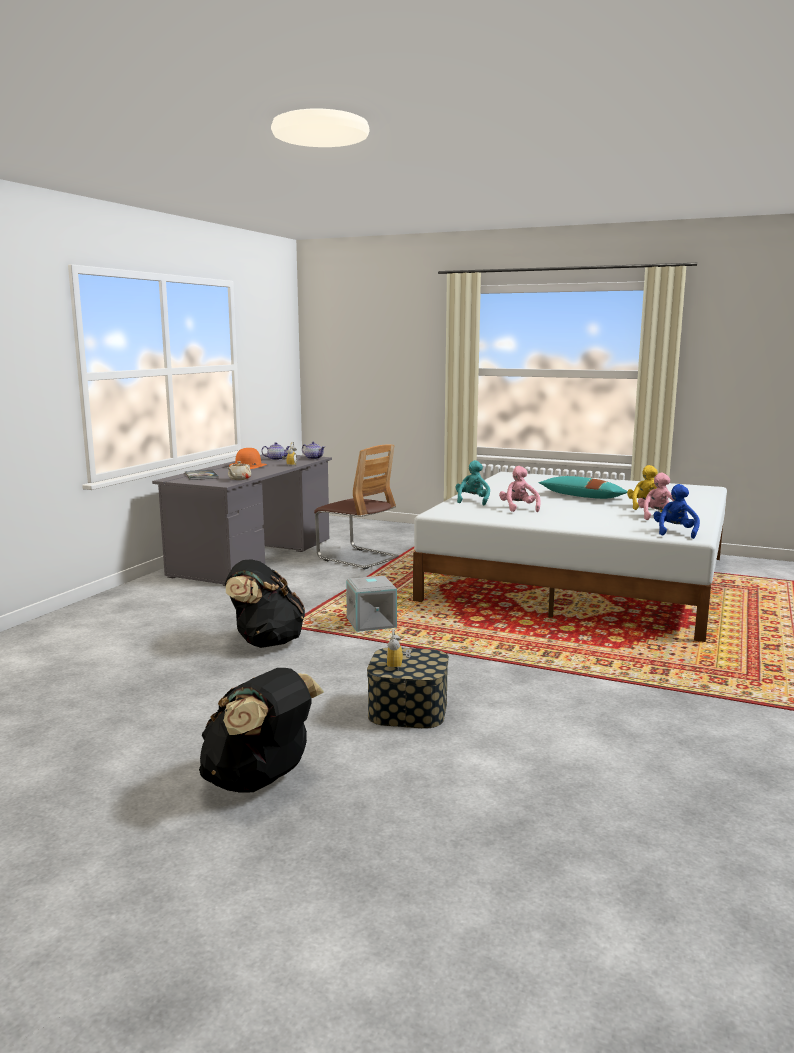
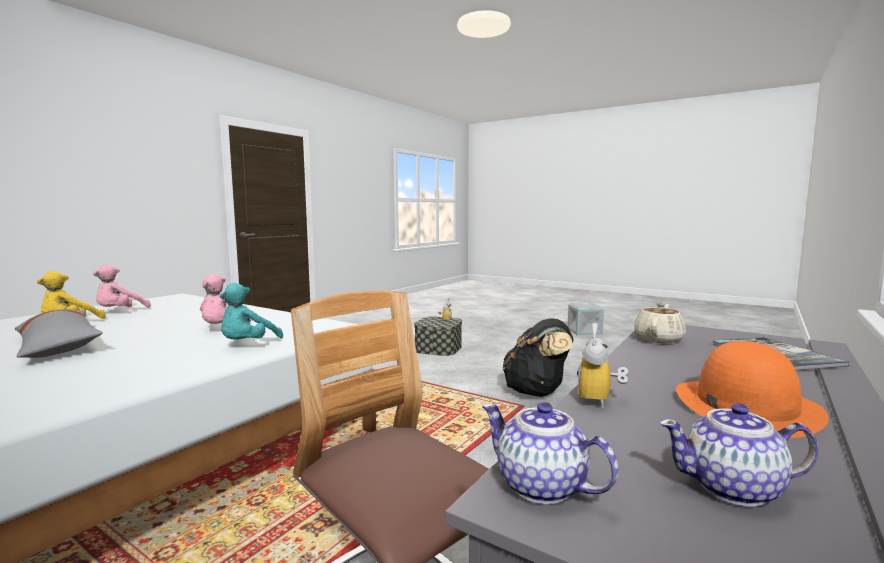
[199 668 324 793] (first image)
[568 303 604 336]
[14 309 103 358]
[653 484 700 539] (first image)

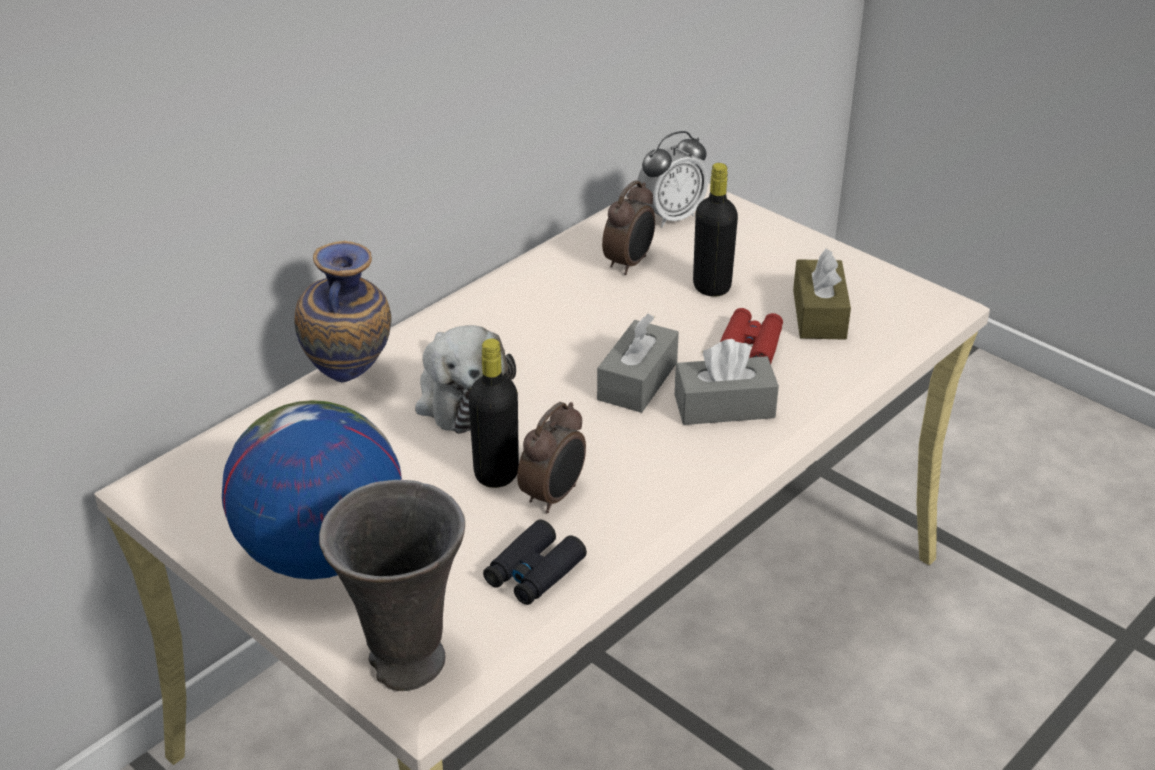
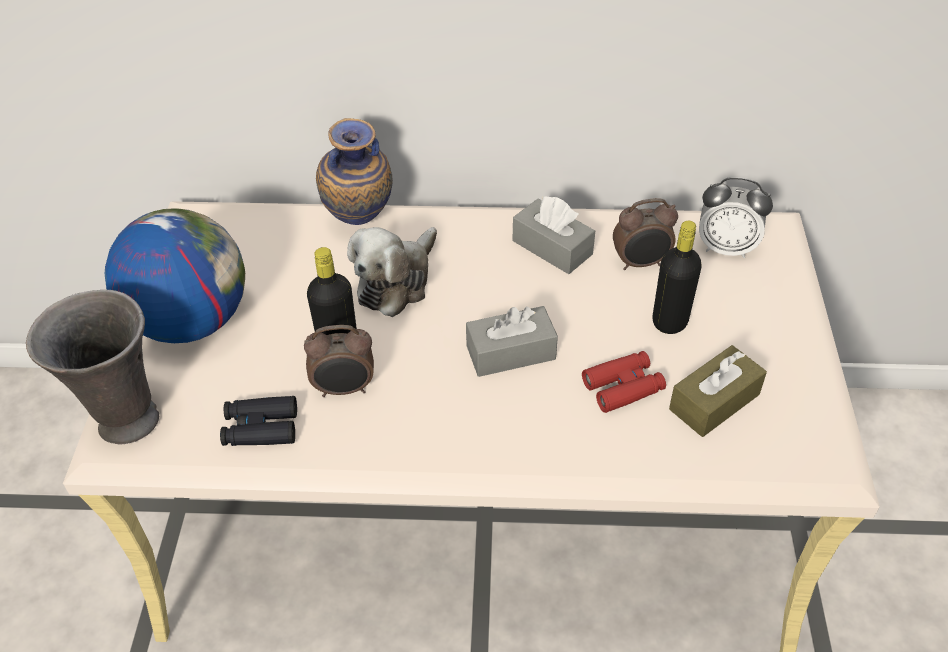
[513 196 595 274]

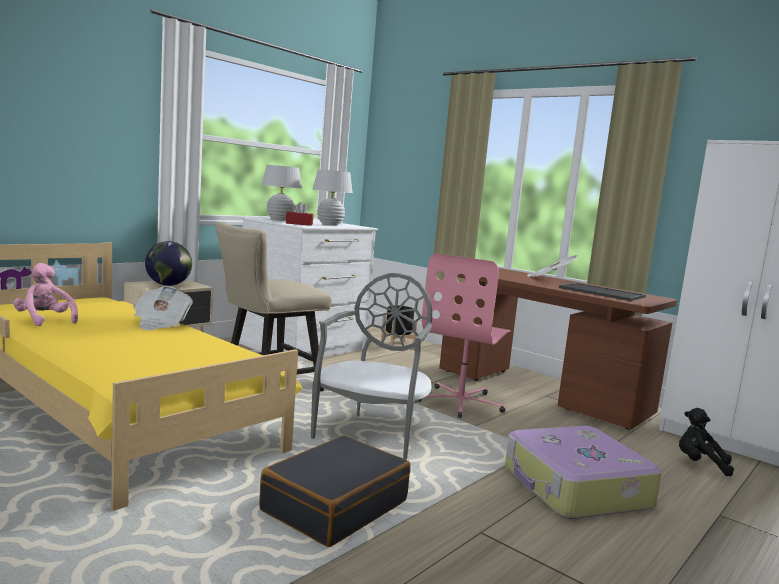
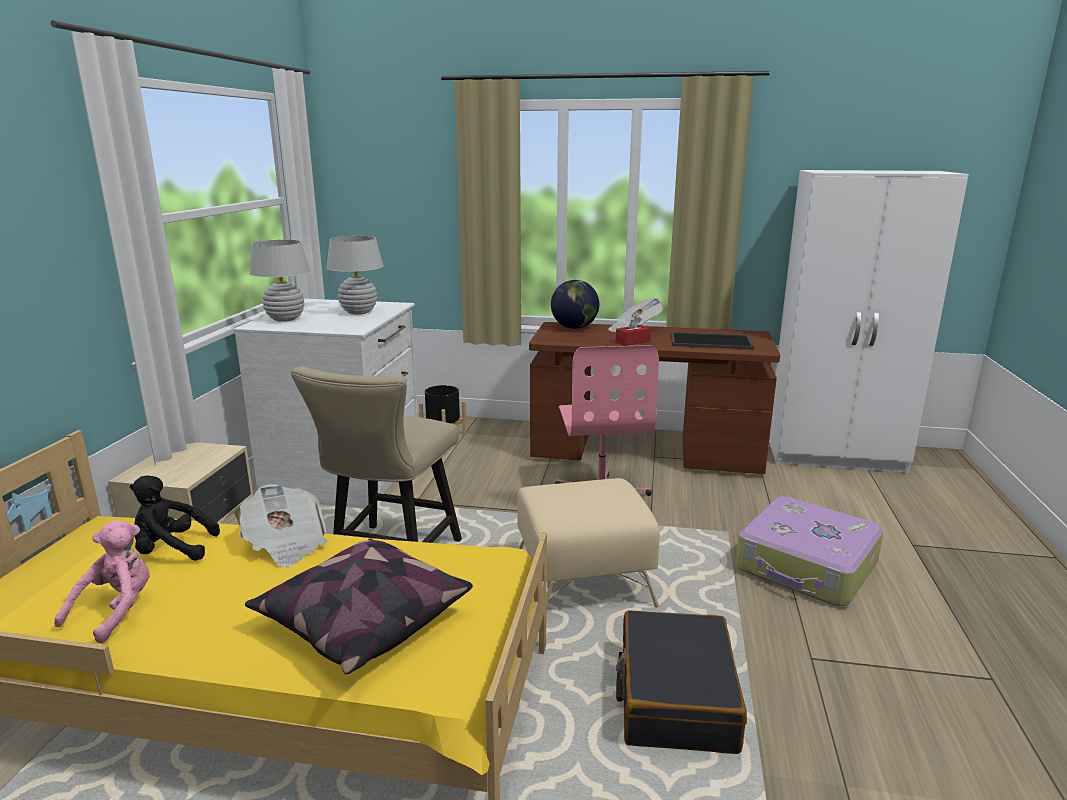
[54 520 150 644]
[551 280 599 329]
[616 315 651 346]
[517 478 660 608]
[130 475 220 561]
[245 538 473 674]

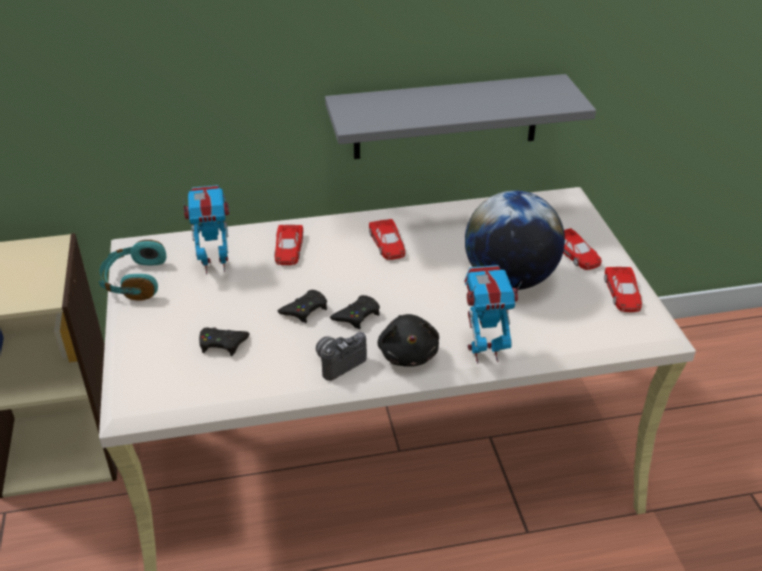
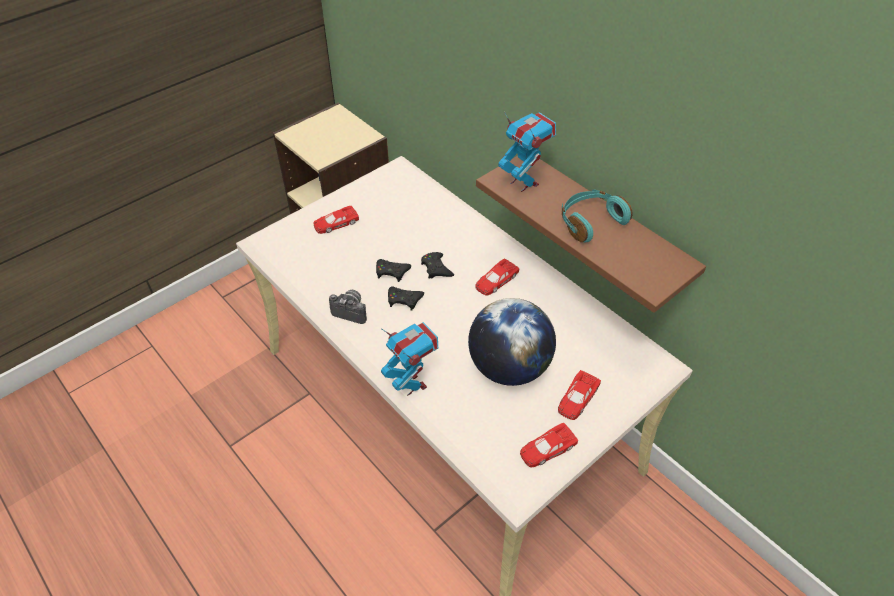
[562 189 632 242]
[498 112 556 192]
[421 252 454 278]
[314 206 359 234]
[476 156 706 313]
[377 314 439 367] (first image)

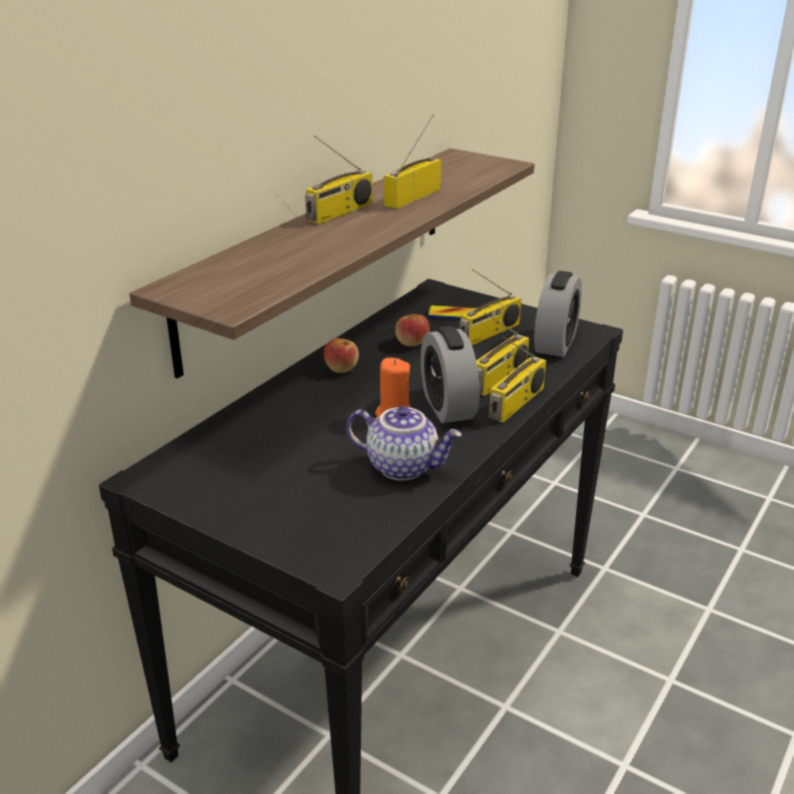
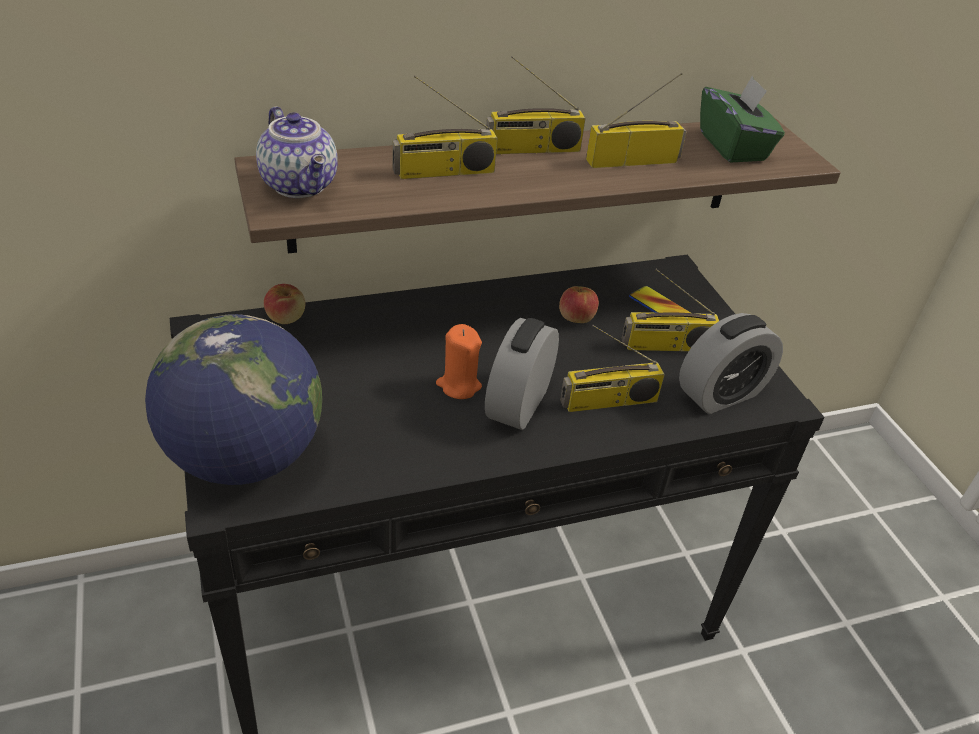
[264 284 305 324]
[256 106 338 198]
[392 76 497 179]
[145 314 322 485]
[700 76 785 163]

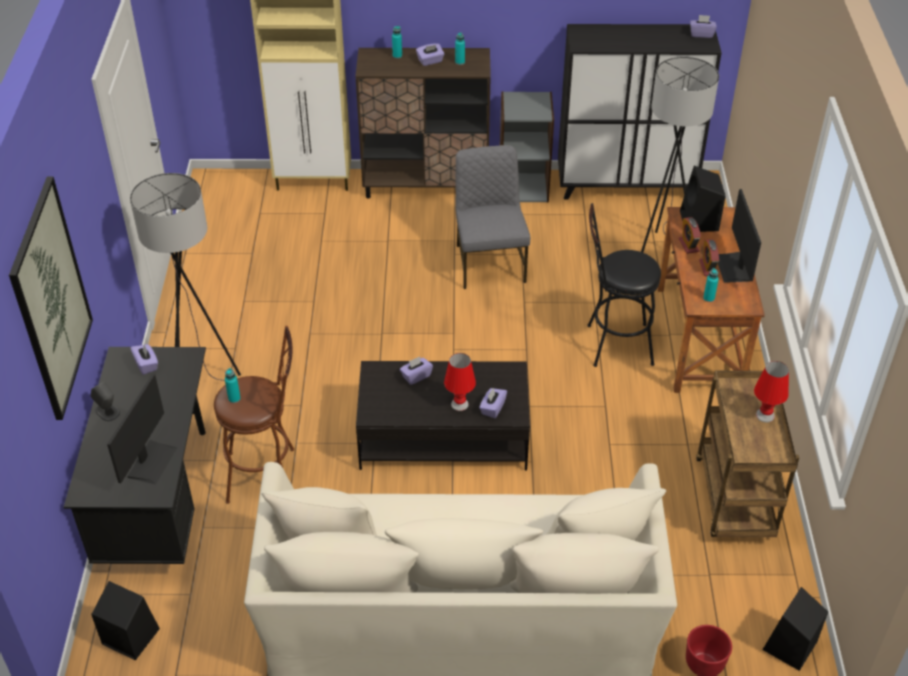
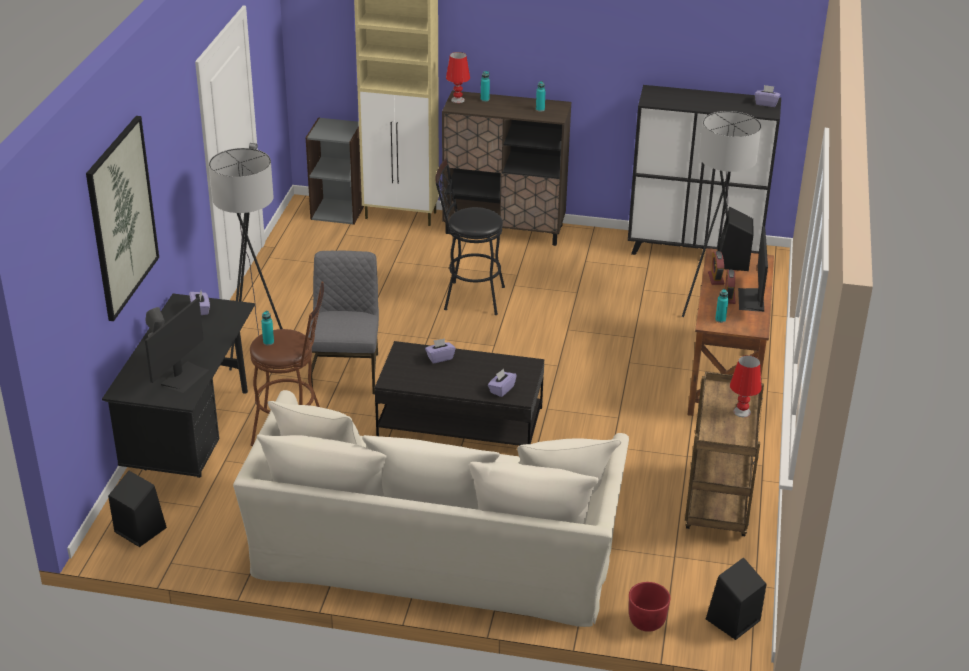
[416 43 444 66] (first image)
[446 52 470 103]
[308 251 379 394]
[306 117 364 225]
[435 158 505 315]

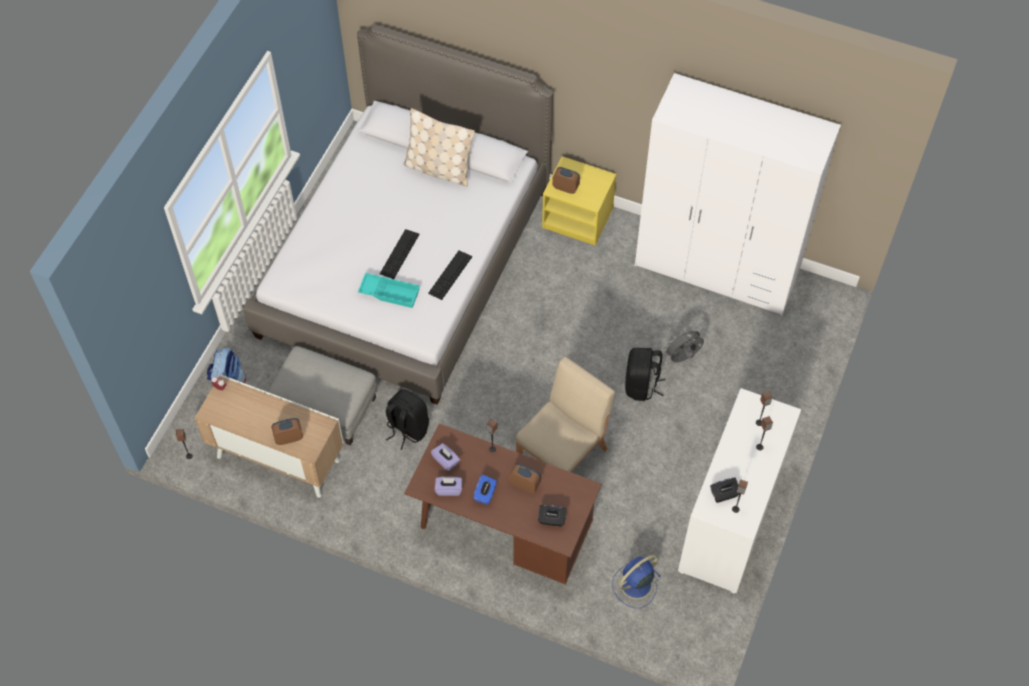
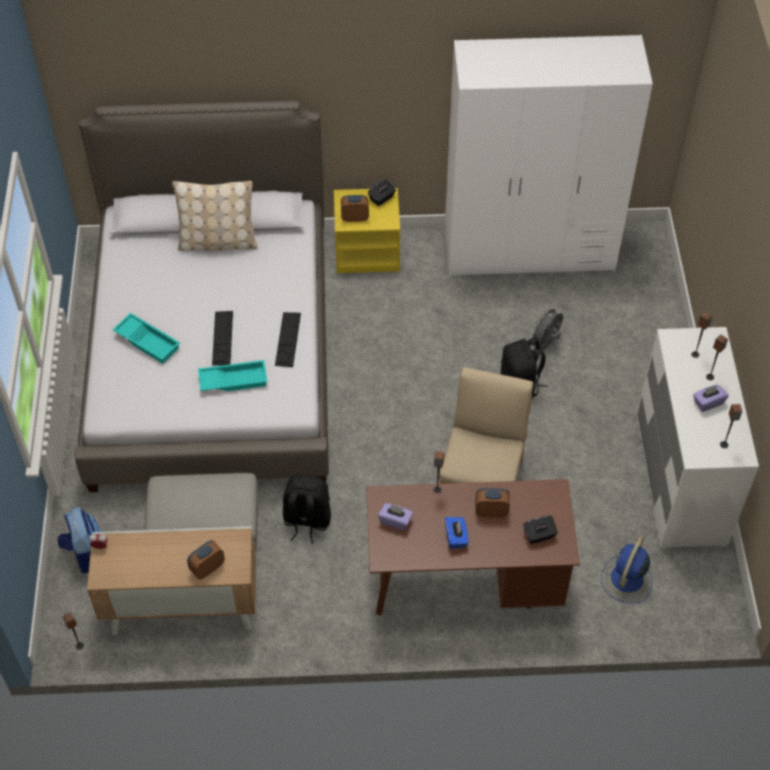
[693 385 728 412]
[368 179 396 206]
[113 313 180 364]

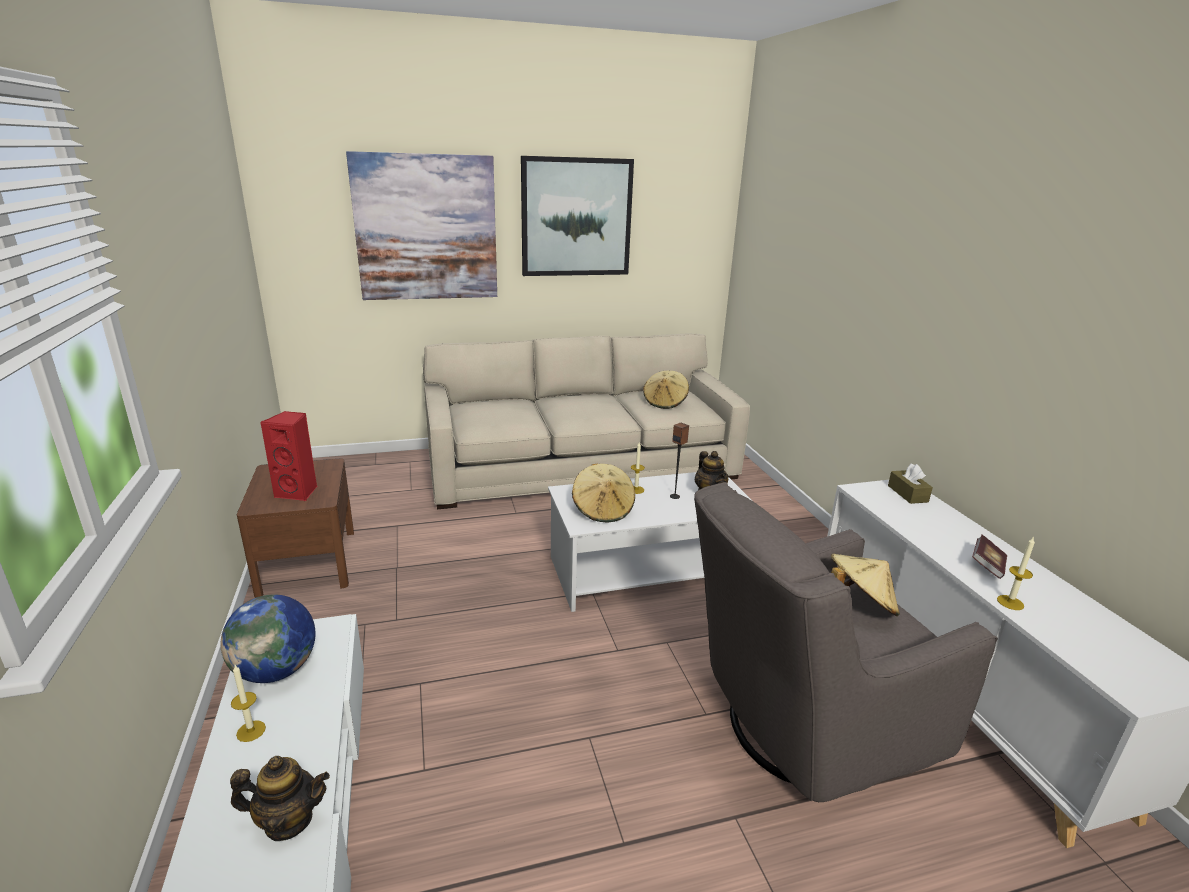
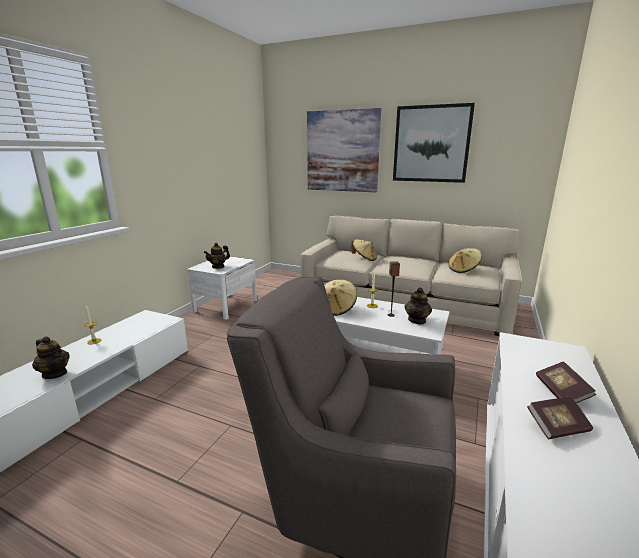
[221 594 315 683] (first image)
[187 256 257 320]
[204 243 230 269]
[351 239 377 261]
[888 464 933 504] (first image)
[997 536 1035 610] (first image)
[536 361 596 403]

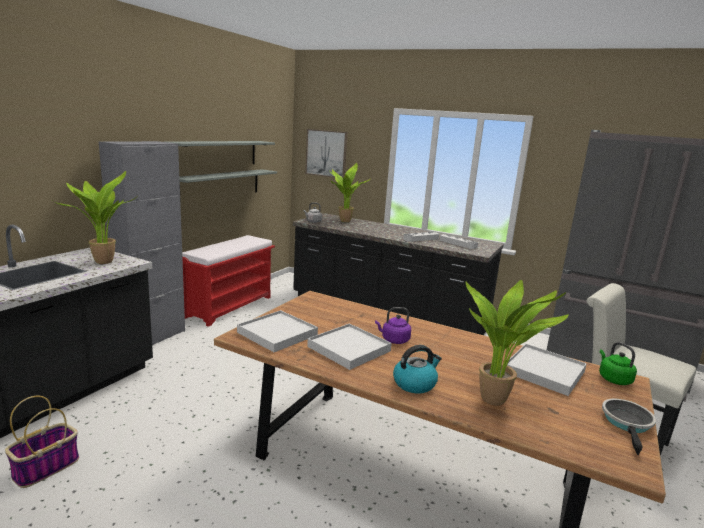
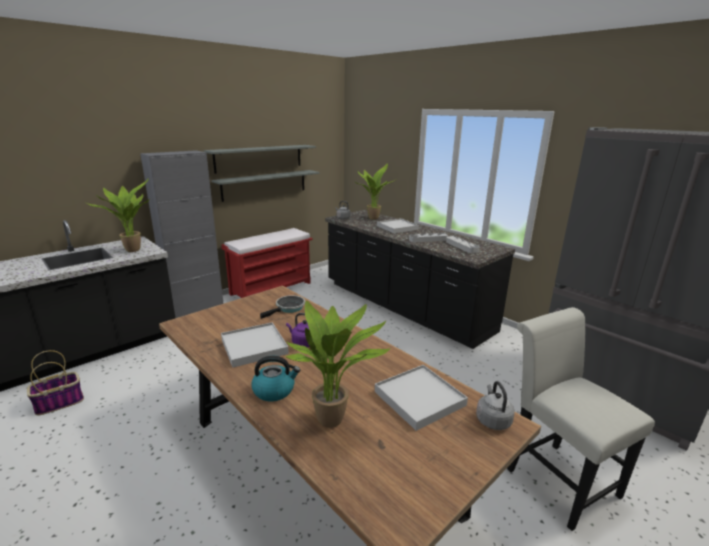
[377 218 419 233]
[305 129 348 178] (first image)
[476 381 515 430]
[260 295 305 319]

